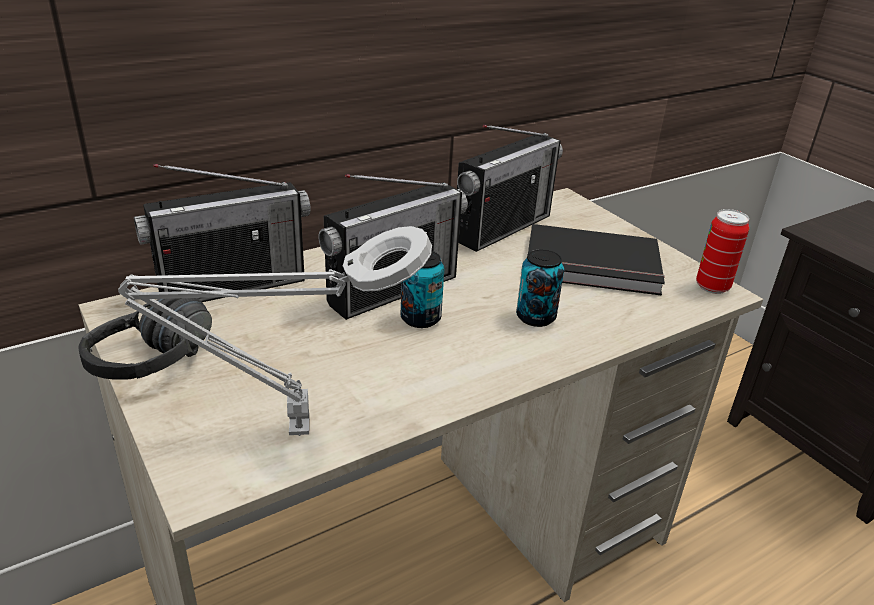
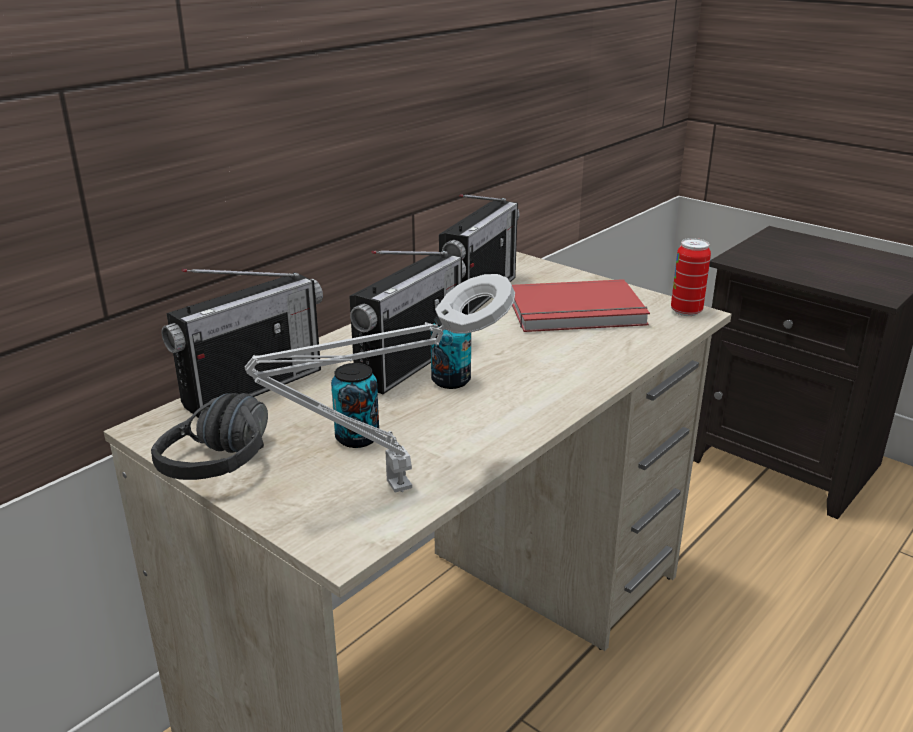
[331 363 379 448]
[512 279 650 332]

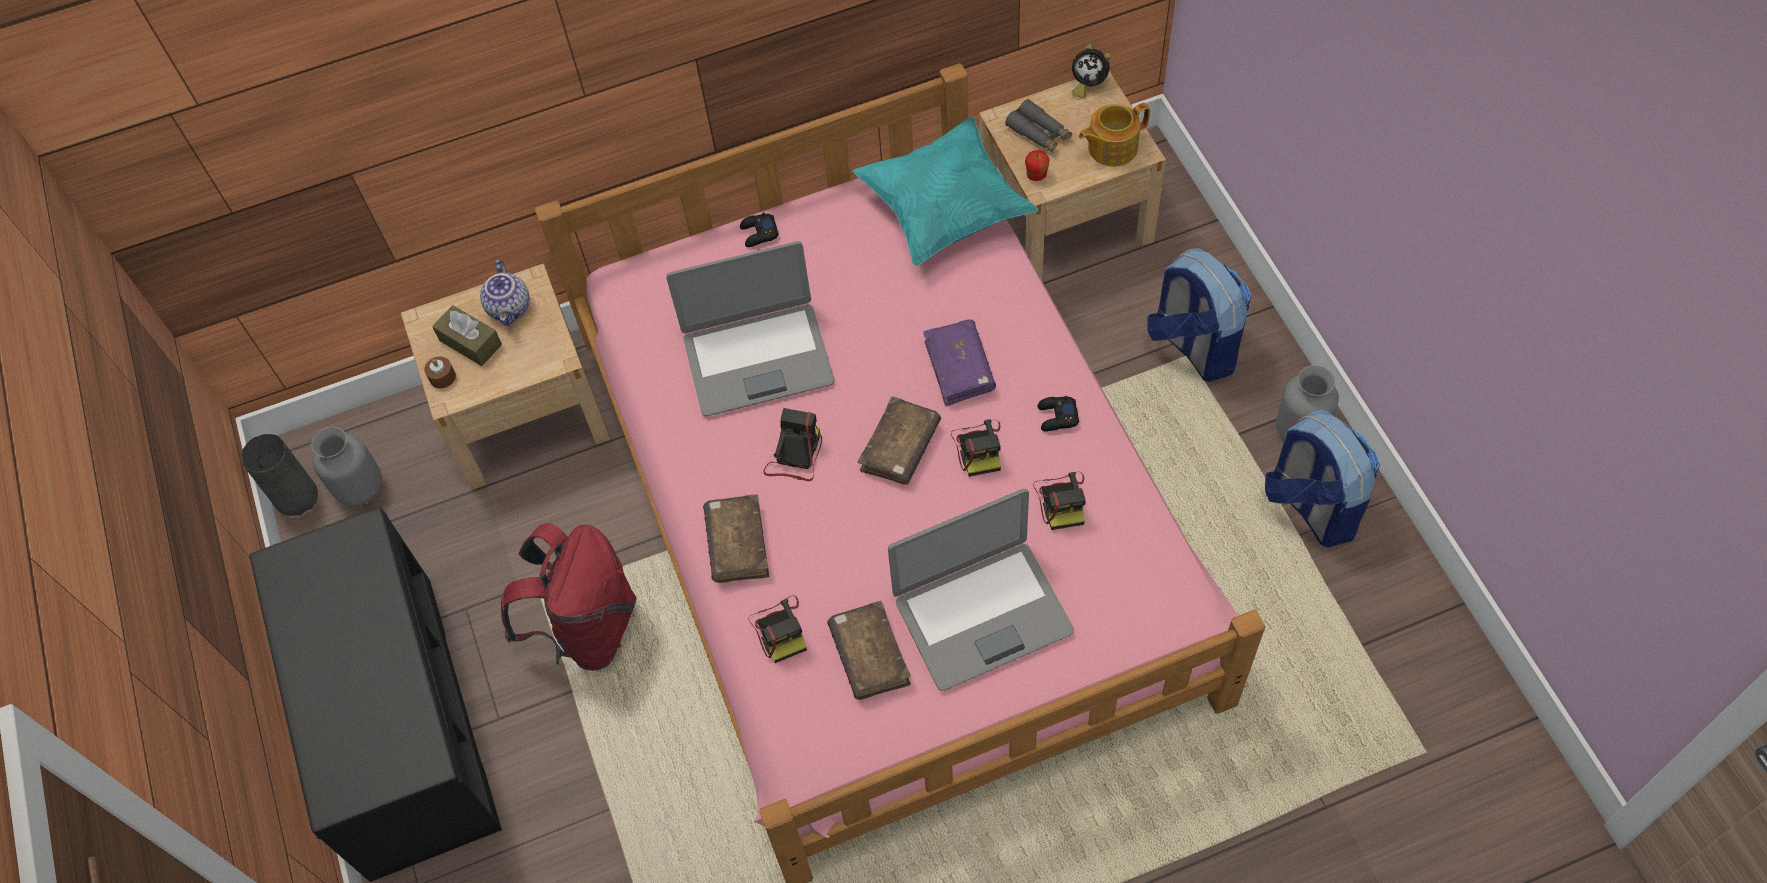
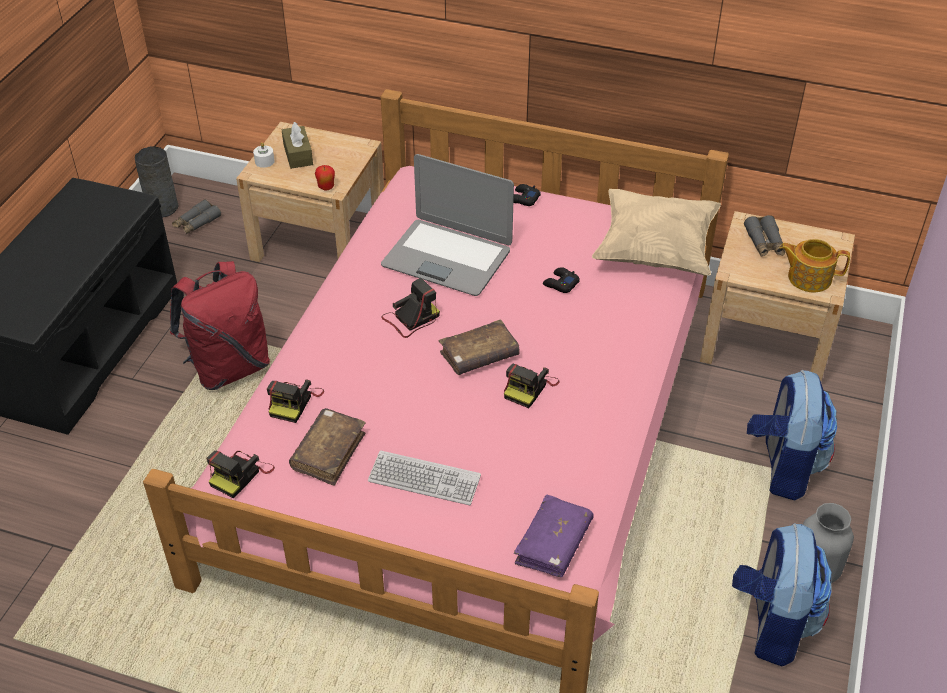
[172 199 221 234]
[253 142 275 168]
[480 260 530 326] (first image)
[703 494 769 583] (first image)
[592 189 721 276]
[368 450 481 505]
[514 495 594 577]
[315 165 335 191]
[206 450 275 498]
[543 267 580 293]
[1071 44 1111 98] (first image)

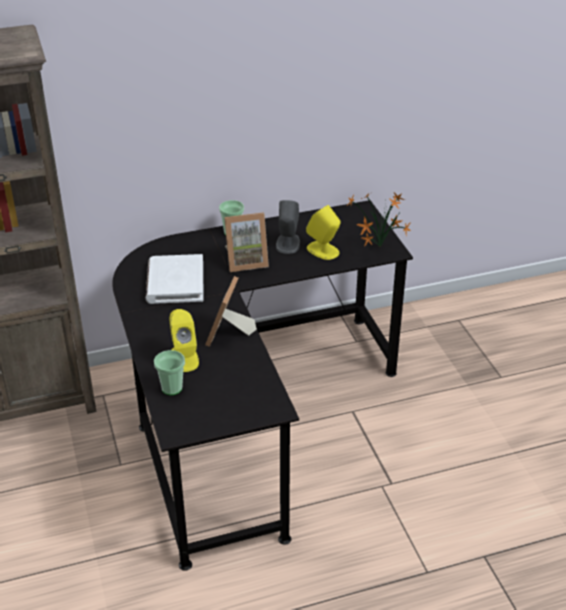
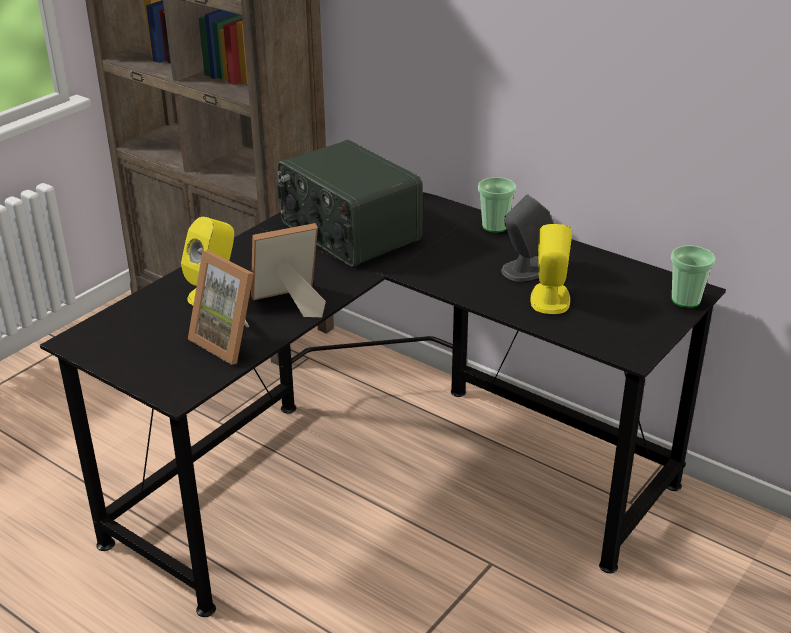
[277 140 423 267]
[671 246 716 308]
[188 250 254 365]
[346 192 411 247] (first image)

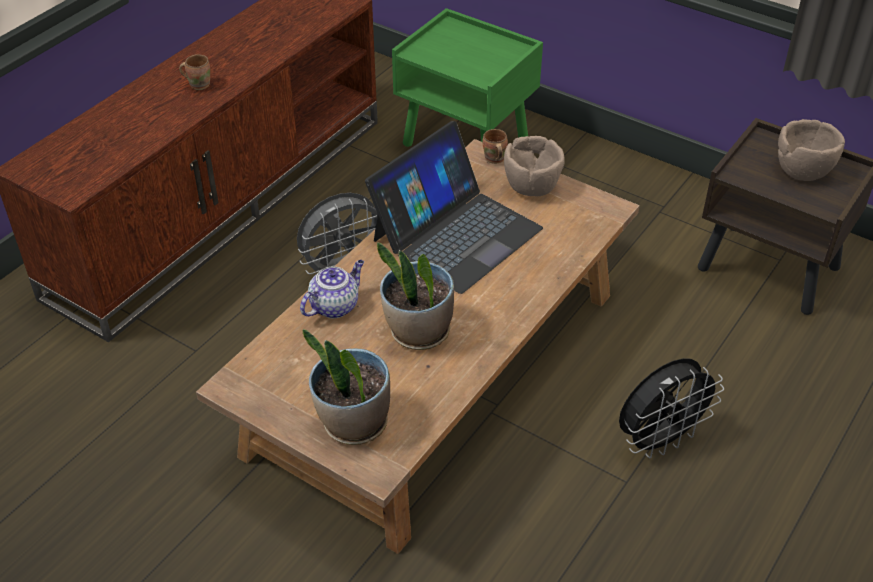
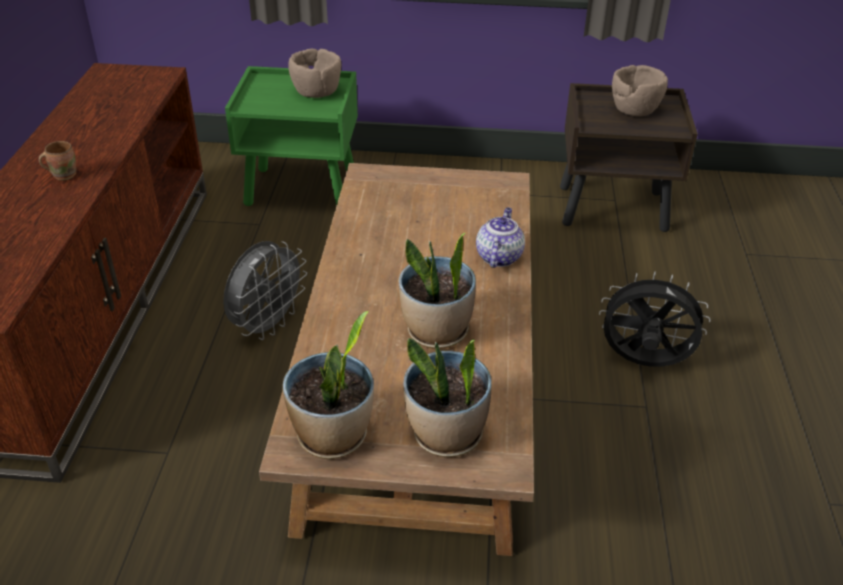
[476 207 525 268]
[365 121 543 294] (first image)
[482 129 508 164] (first image)
[288 49 341 98]
[599 272 711 367]
[283 311 374 459]

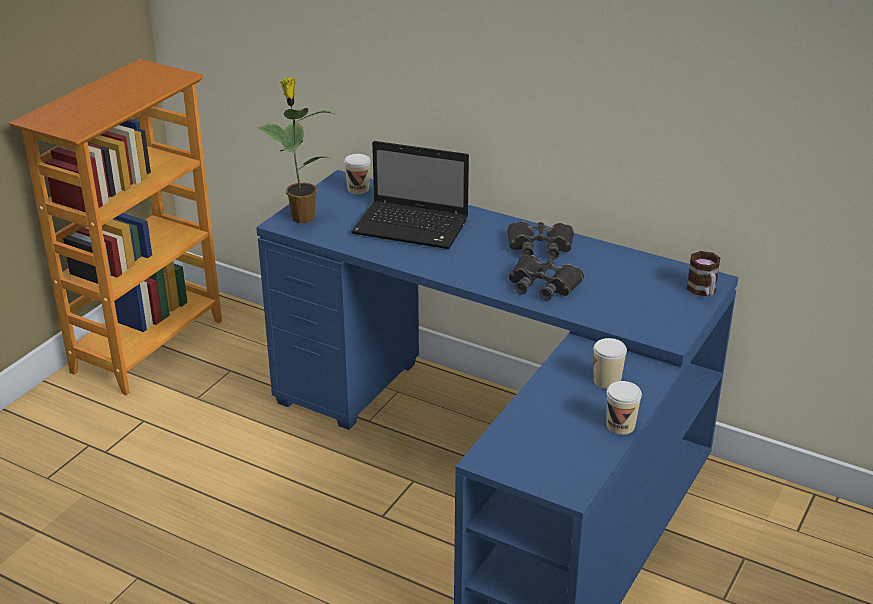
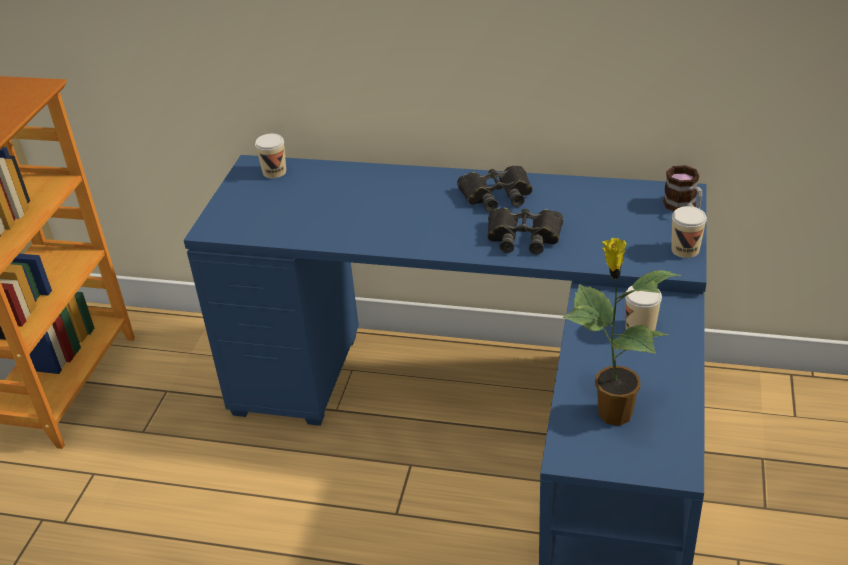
[562 238 681 426]
[351 141 469 249] (first image)
[671 206 707 258]

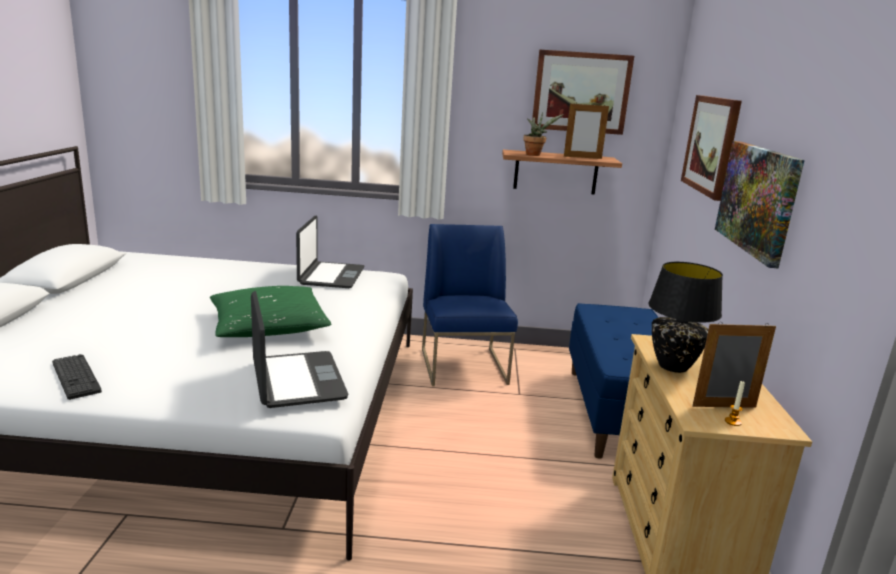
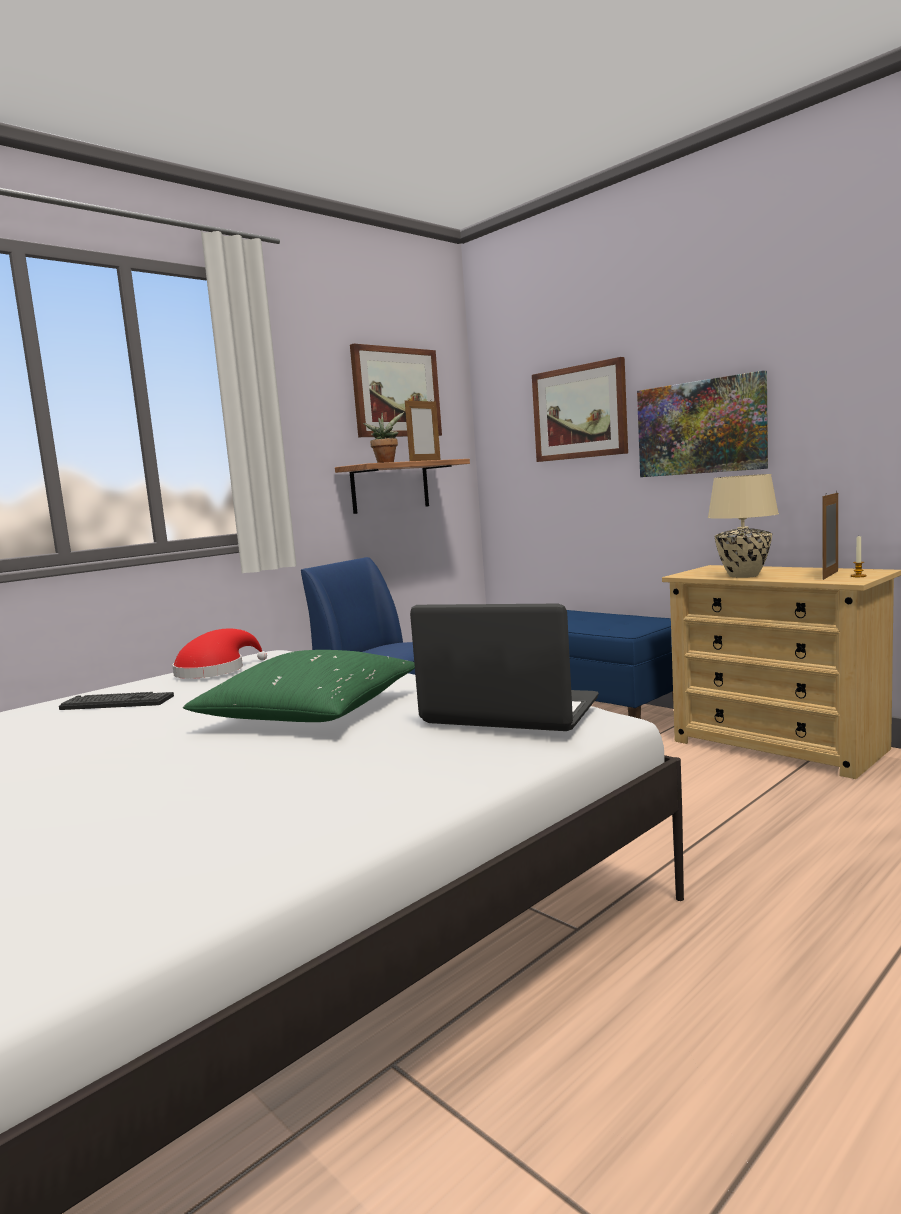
[59 692 174 710]
[172 628 267 679]
[708 474 779 578]

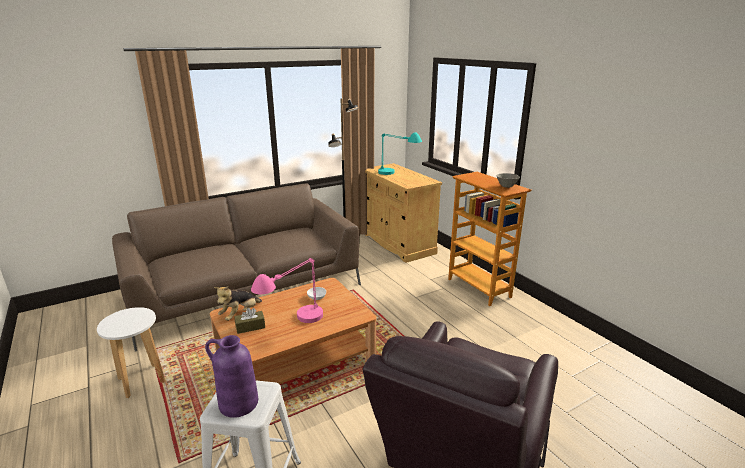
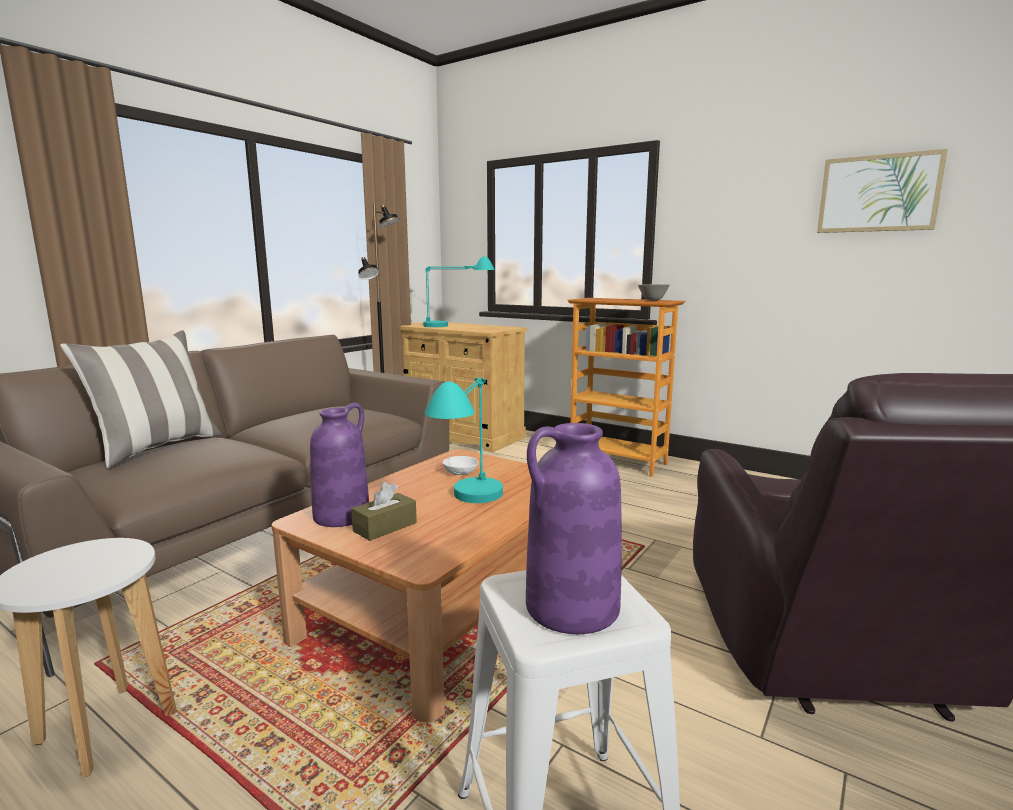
[310 403 369 527]
[425 377 503 503]
[60 330 221 468]
[817 149 948 233]

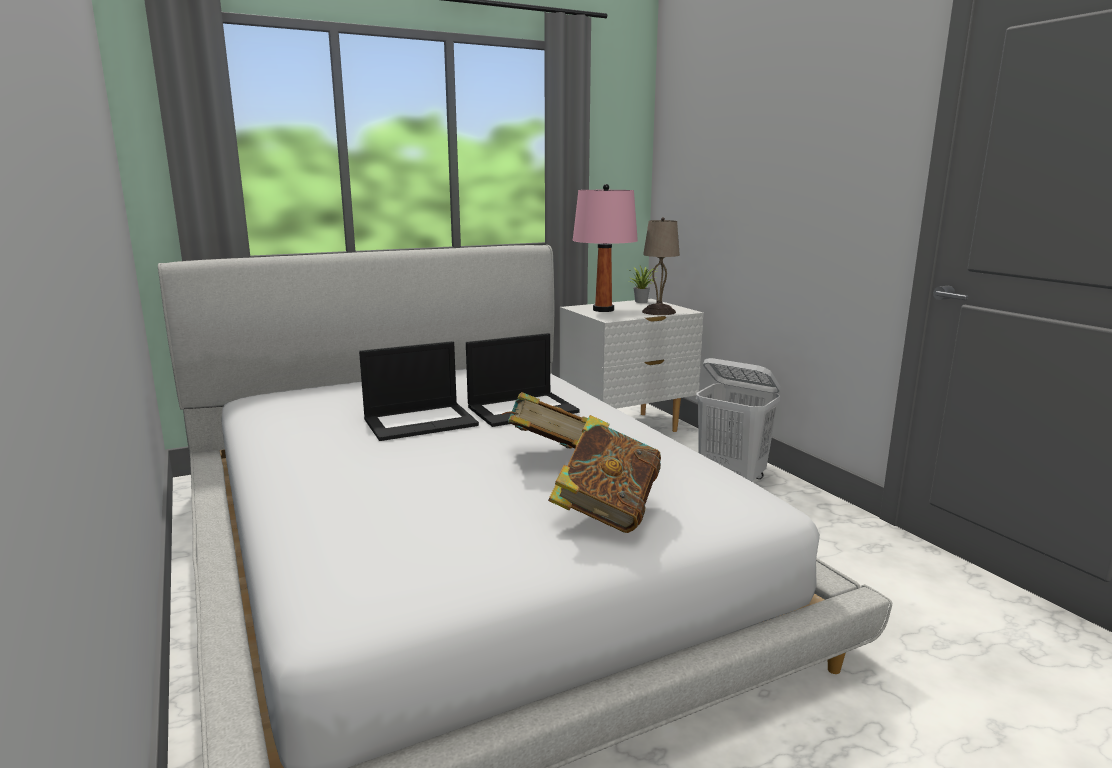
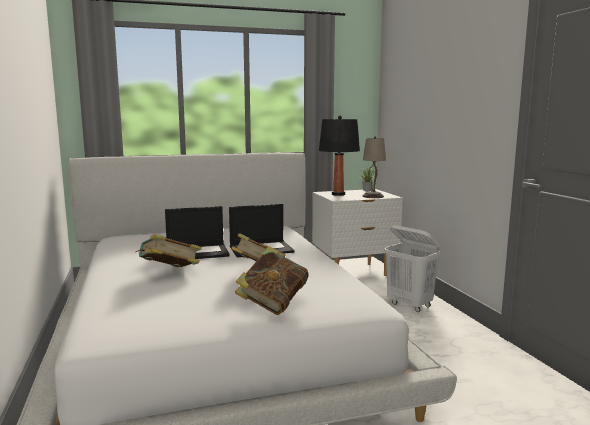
[319 116 360 196]
[136 234 202 267]

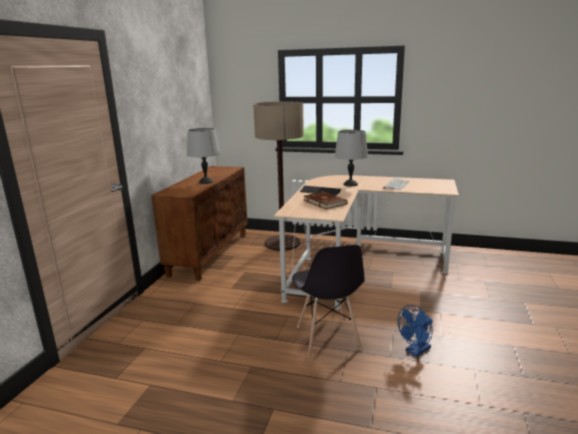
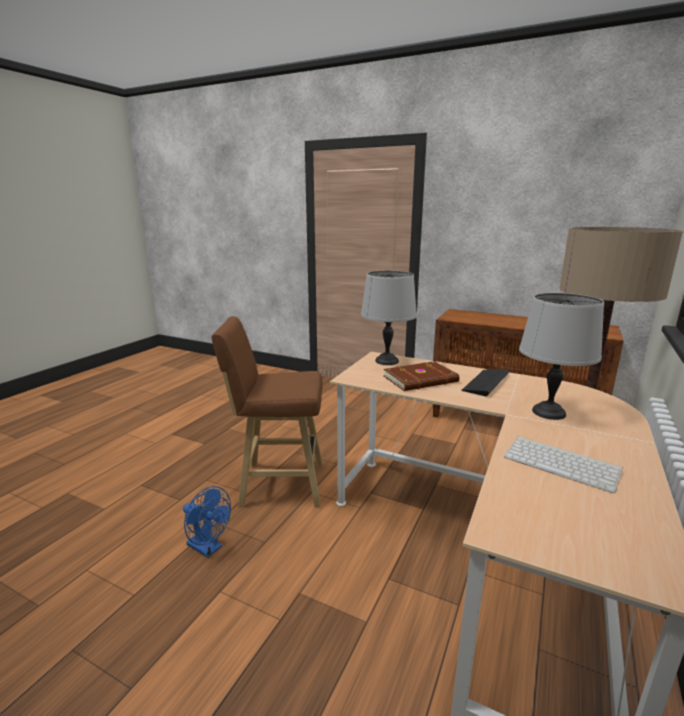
[361 270 417 365]
[212 316 323 507]
[183 486 231 558]

